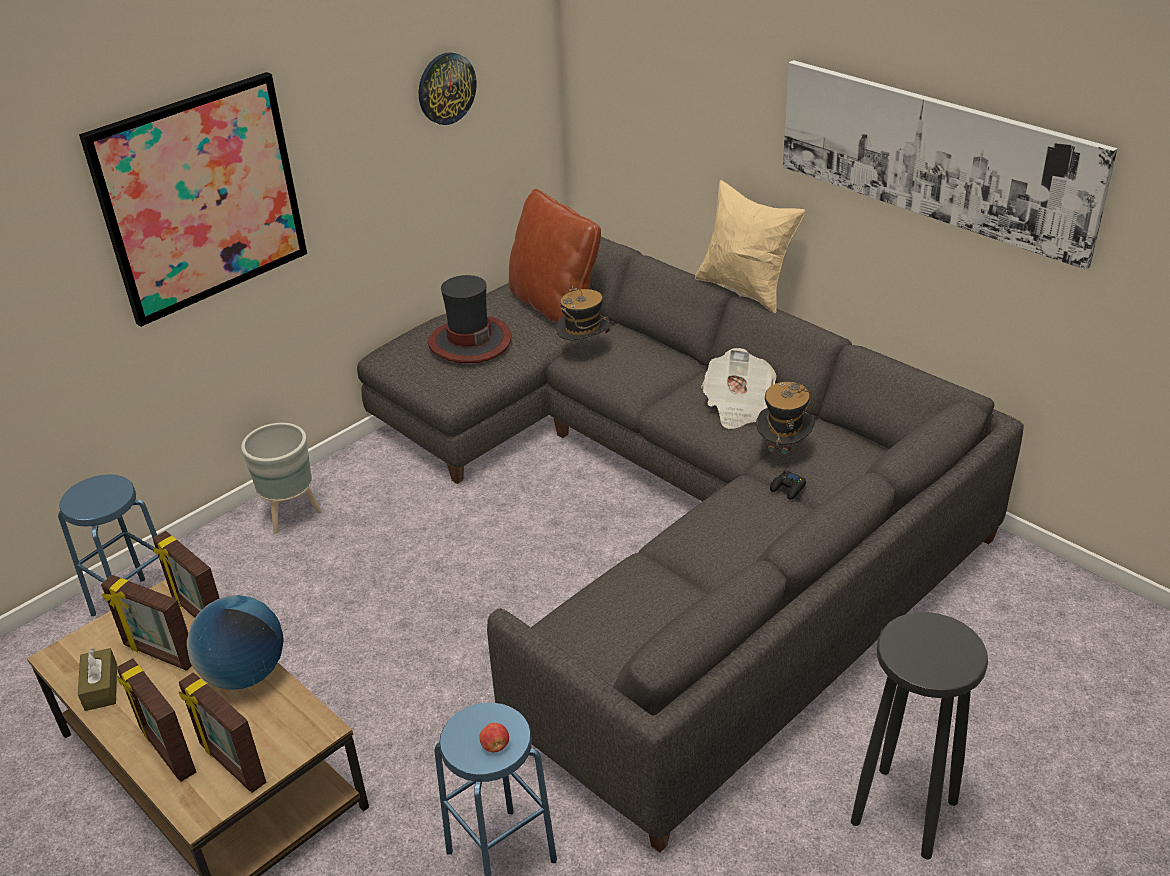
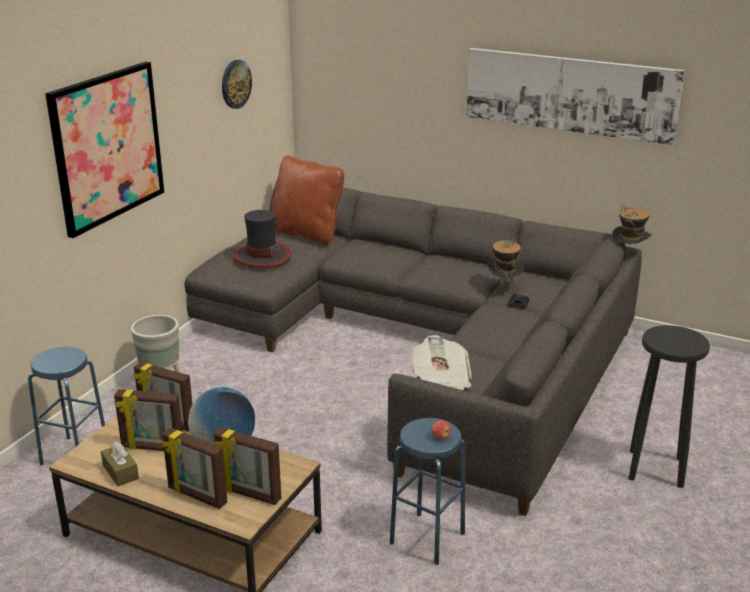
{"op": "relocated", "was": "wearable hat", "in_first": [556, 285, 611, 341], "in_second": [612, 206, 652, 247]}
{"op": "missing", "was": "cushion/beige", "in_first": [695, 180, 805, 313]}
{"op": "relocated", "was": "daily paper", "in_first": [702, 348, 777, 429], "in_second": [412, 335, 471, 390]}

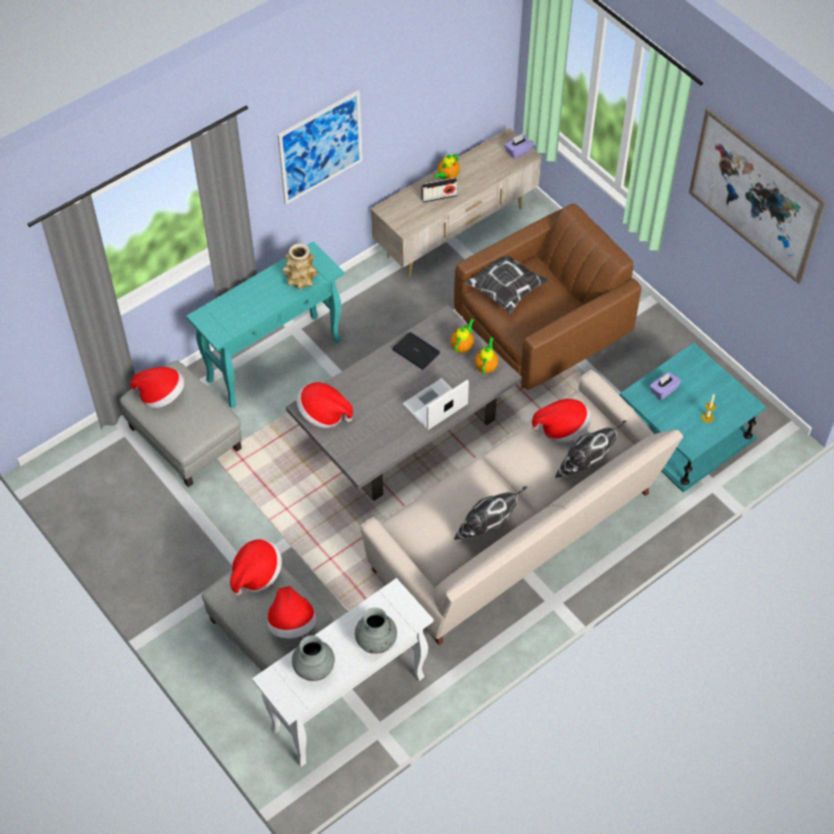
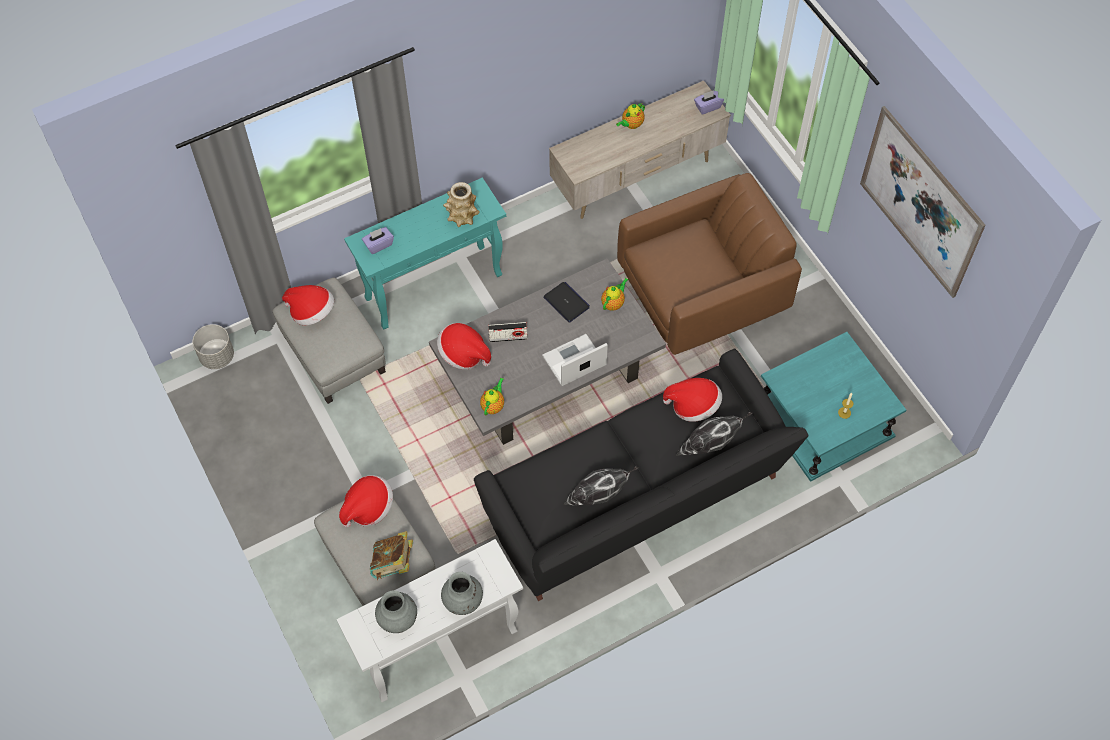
{"op": "exchanged", "was": "wearable hat", "now": "volume", "in_first": [267, 586, 317, 639], "in_second": [370, 531, 413, 580]}
{"op": "missing", "was": "wall picture", "in_first": [278, 90, 363, 205]}
{"op": "colour", "was": "sofa/beige", "now": "sofa/black", "in_first": [360, 370, 683, 645], "in_second": [474, 349, 809, 601]}
{"op": "relocated", "was": "radio", "in_first": [421, 178, 458, 203], "in_second": [488, 322, 528, 342]}
{"op": "missing", "was": "cushion", "in_first": [464, 256, 549, 315]}
{"op": "relocated", "was": "pot for tea", "in_first": [475, 337, 498, 374], "in_second": [480, 377, 504, 415]}
{"op": "relocated", "was": "tissue box/purple", "in_first": [650, 372, 681, 400], "in_second": [362, 227, 394, 254]}
{"op": "appeared", "now": "planter/gray", "in_second": [193, 324, 234, 369]}

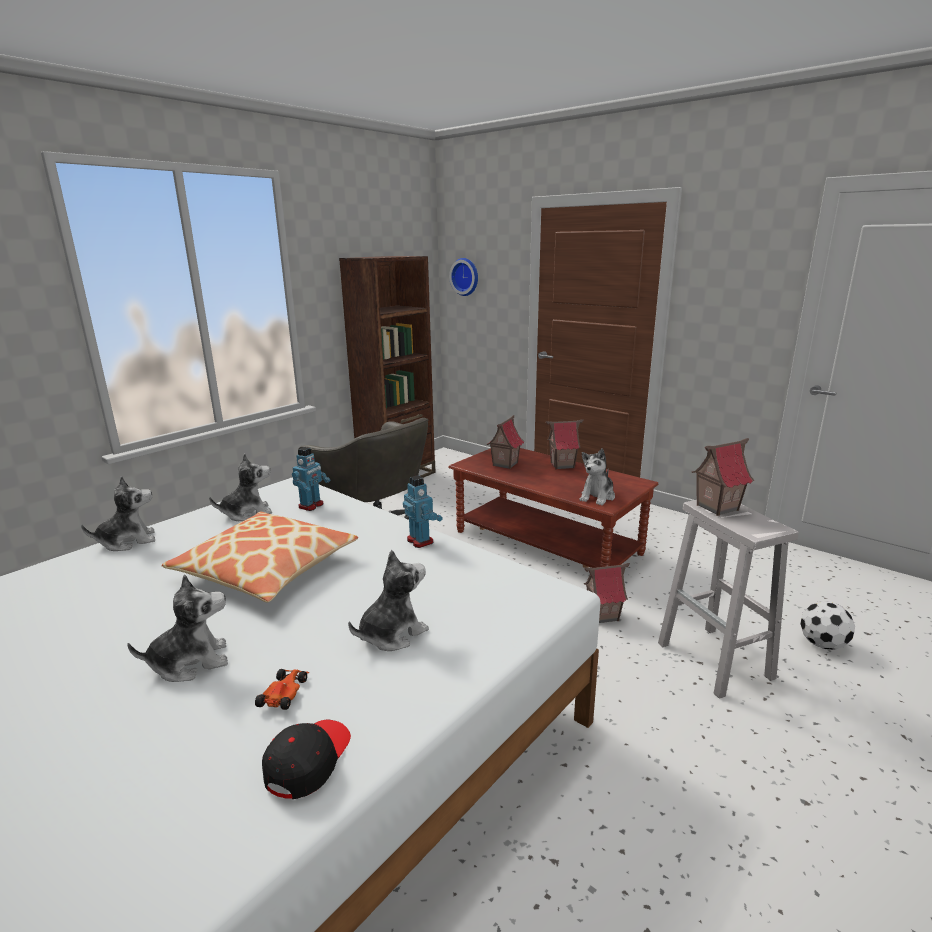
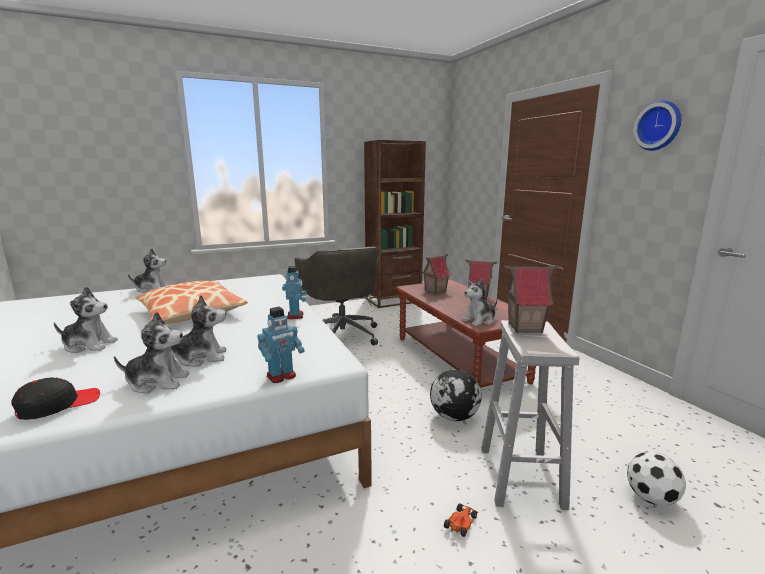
{"op": "relocated", "was": "cuddly toy", "in_first": [209, 453, 272, 521], "in_second": [114, 312, 190, 394]}
{"op": "relocated", "was": "toy car", "in_first": [255, 669, 309, 710], "in_second": [444, 503, 479, 537]}
{"op": "relocated", "was": "toy robot", "in_first": [292, 447, 330, 511], "in_second": [257, 307, 305, 383]}
{"op": "relocated", "was": "hanging clock", "in_first": [449, 258, 478, 296], "in_second": [634, 100, 681, 151]}
{"op": "exchanged", "was": "miniature house", "now": "desk globe", "in_first": [584, 563, 630, 623], "in_second": [430, 370, 482, 421]}

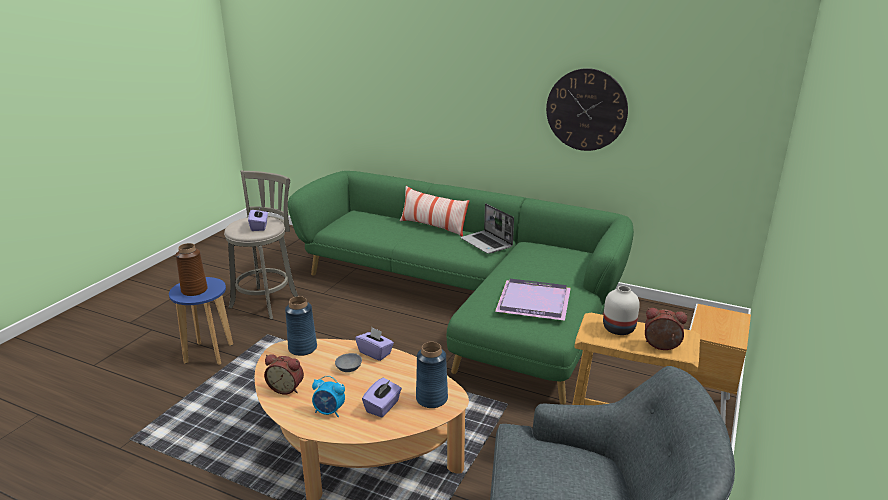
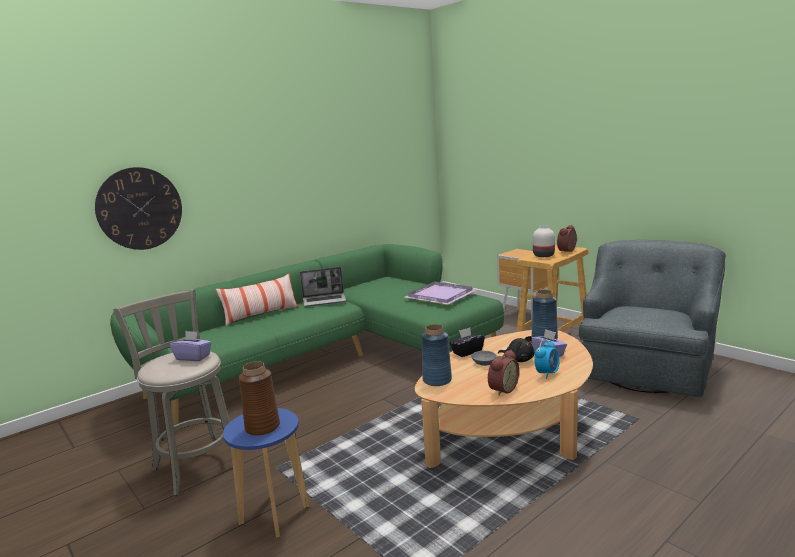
{"op": "colour", "was": "tissue box/purple", "now": "tissue box/black", "in_first": [355, 327, 394, 361], "in_second": [449, 328, 485, 357]}
{"op": "relocated", "was": "hanging clock", "in_first": [546, 68, 628, 151], "in_second": [95, 167, 182, 250]}
{"op": "appeared", "now": "cuddly toy/black", "in_second": [498, 336, 535, 362]}

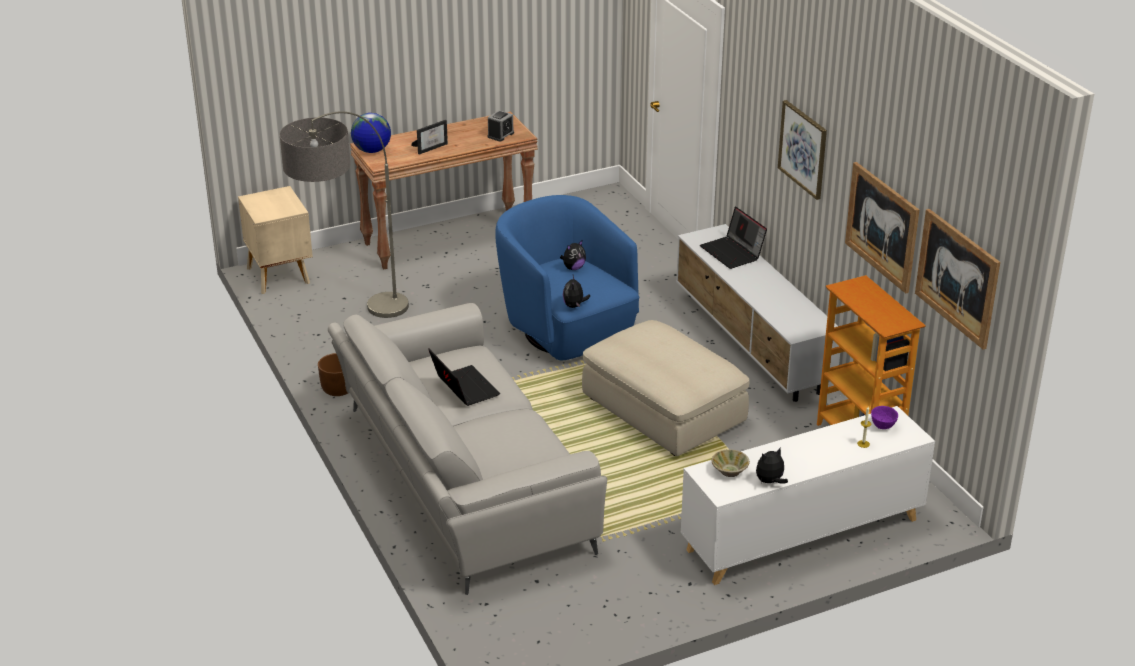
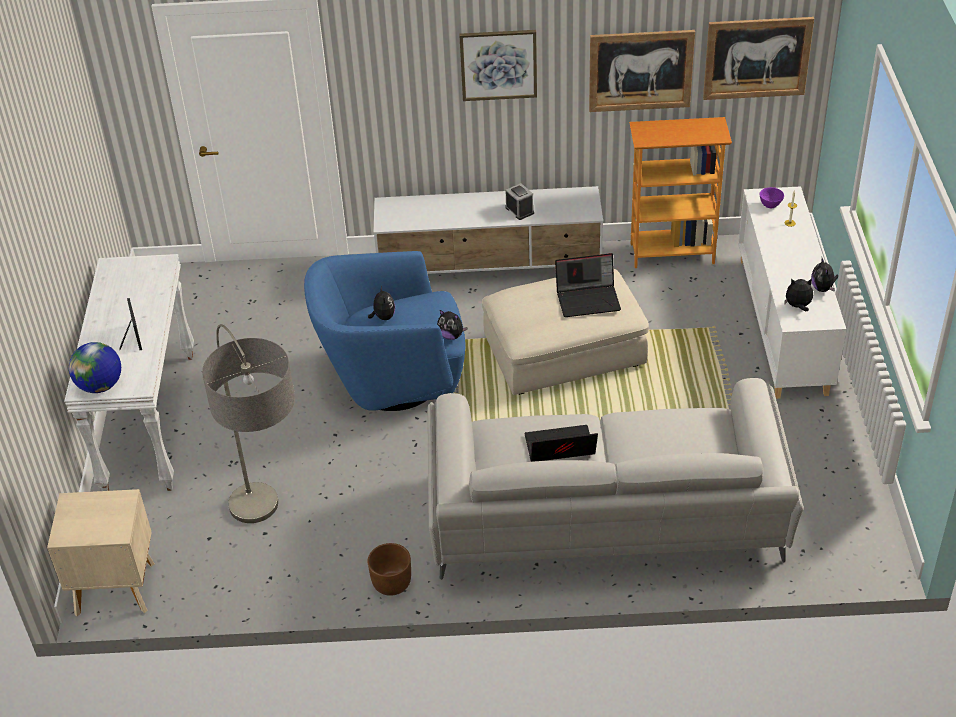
{"op": "colour", "was": "hall table/brownish", "now": "hall table/white", "in_first": [350, 112, 538, 269], "in_second": [64, 254, 194, 491]}
{"op": "relocated", "was": "bedside clock", "in_first": [488, 110, 514, 142], "in_second": [505, 183, 534, 220]}
{"op": "relocated", "was": "notebook computer", "in_first": [700, 206, 767, 269], "in_second": [555, 253, 621, 317]}
{"op": "exchanged", "was": "bowl/beige", "now": "cuddly toy", "in_first": [712, 449, 750, 477], "in_second": [784, 279, 813, 311]}

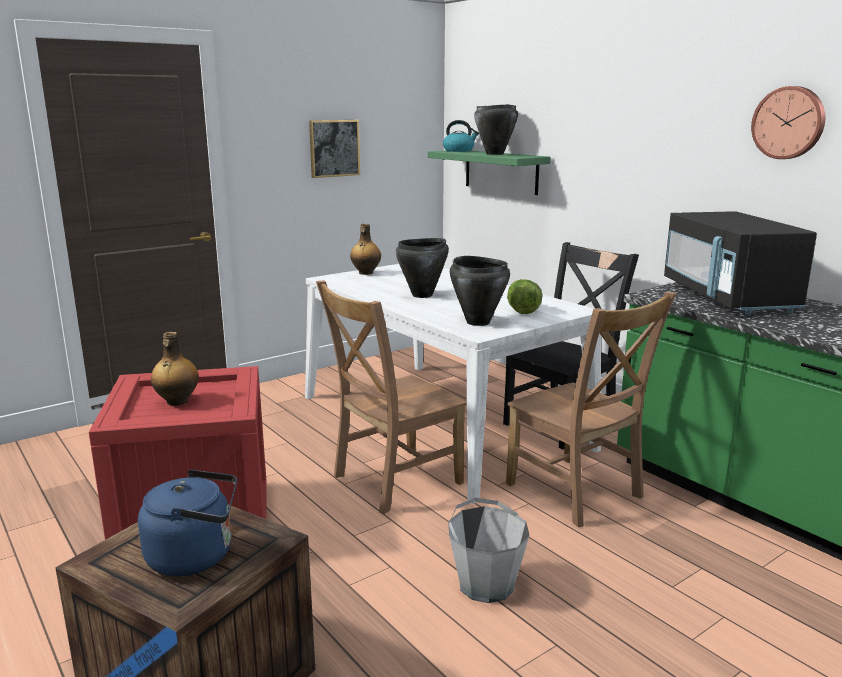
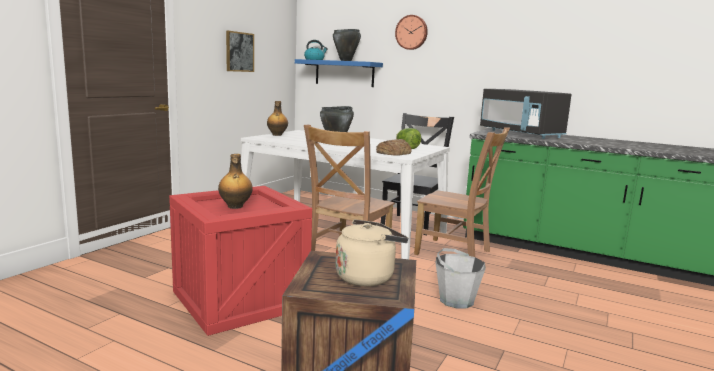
{"op": "colour", "was": "tea kettle/blue", "now": "tea kettle/beige", "in_first": [138, 469, 237, 576], "in_second": [335, 219, 408, 287]}
{"op": "colour", "was": "wall shelf/greenish", "now": "wall shelf/blue", "in_first": [428, 150, 550, 195], "in_second": [295, 59, 383, 87]}
{"op": "exchanged", "was": "cooking pot/black", "now": "bread", "in_first": [450, 256, 510, 326], "in_second": [376, 139, 412, 156]}
{"op": "relocated", "was": "hanging clock", "in_first": [751, 86, 825, 159], "in_second": [395, 15, 428, 50]}

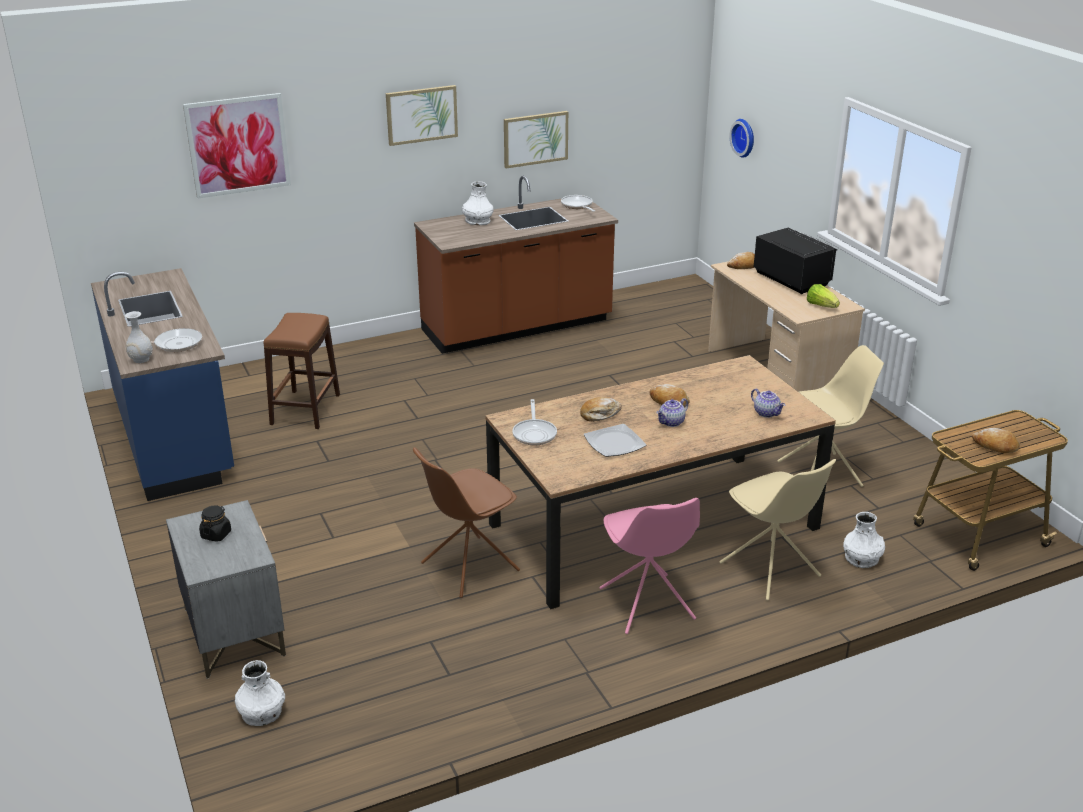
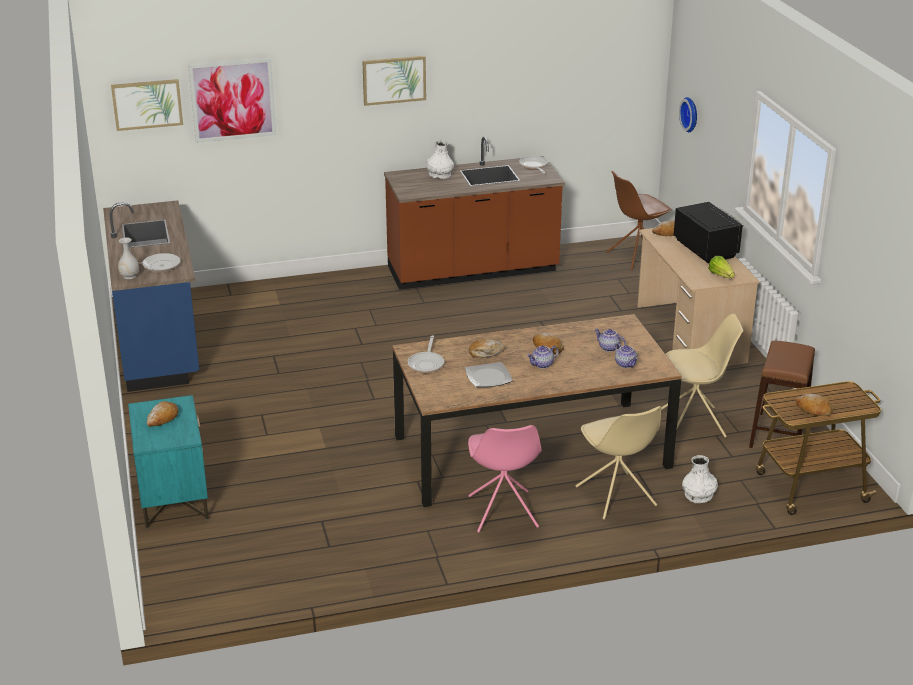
{"op": "colour", "was": "nightstand/gray", "now": "nightstand/blue-green", "in_first": [166, 500, 286, 679], "in_second": [128, 395, 209, 529]}
{"op": "exchanged", "was": "preserve jar/black", "now": "bread", "in_first": [199, 505, 231, 542], "in_second": [147, 401, 178, 427]}
{"op": "missing", "was": "flower vase/white", "in_first": [235, 660, 285, 726]}
{"op": "relocated", "was": "stool/brownish", "in_first": [263, 313, 340, 429], "in_second": [749, 341, 815, 448]}
{"op": "relocated", "was": "upright chair/brownish", "in_first": [413, 447, 520, 598], "in_second": [607, 171, 672, 270]}
{"op": "relocated", "was": "wall picture", "in_first": [504, 111, 568, 169], "in_second": [111, 79, 183, 131]}
{"op": "appeared", "now": "pot for tea", "in_second": [594, 329, 626, 352]}

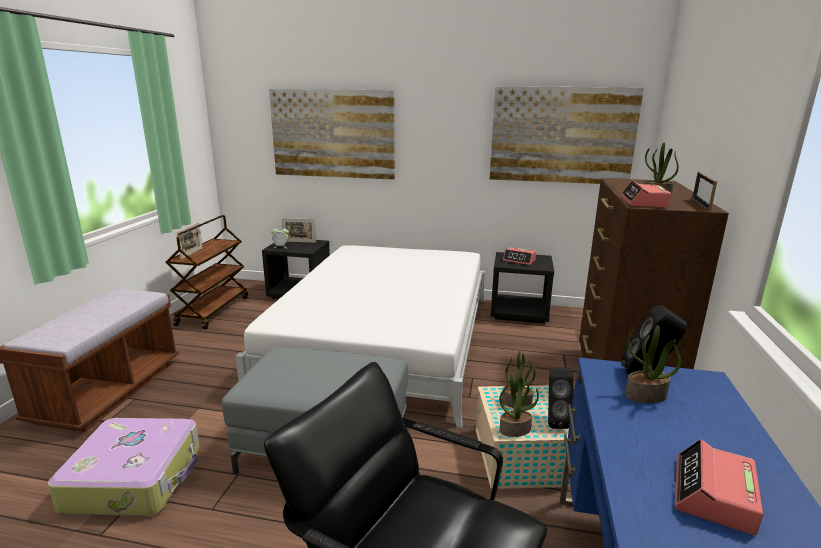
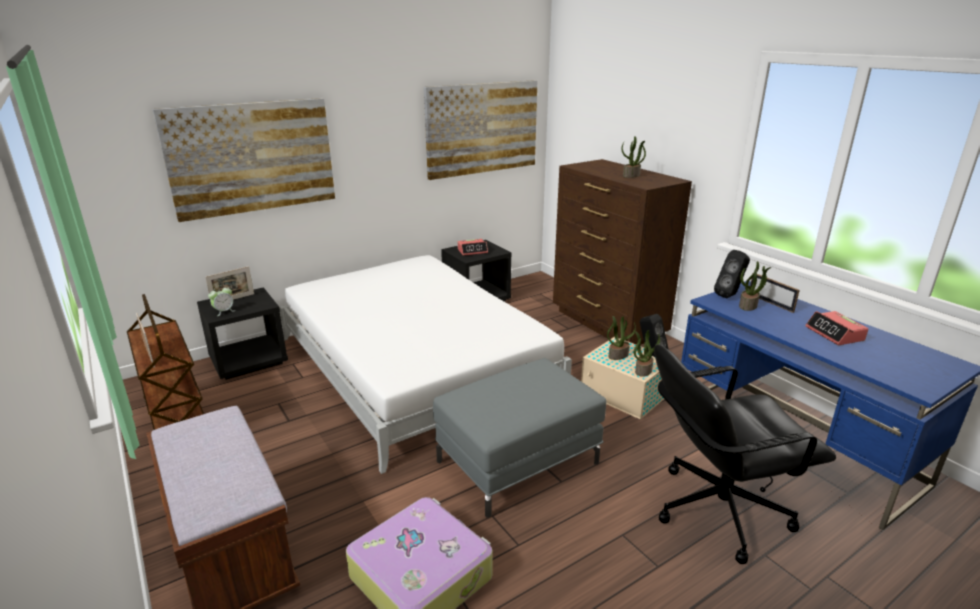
{"op": "missing", "was": "bedside clock", "in_first": [621, 181, 672, 208]}
{"op": "relocated", "was": "photo frame", "in_first": [692, 172, 717, 211], "in_second": [750, 274, 800, 313]}

